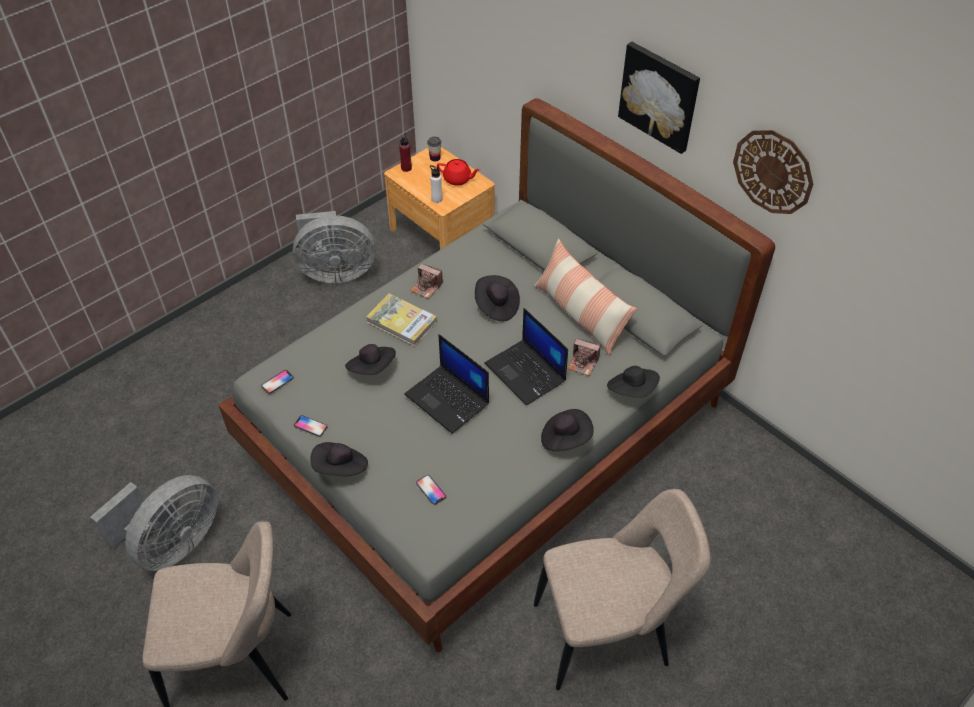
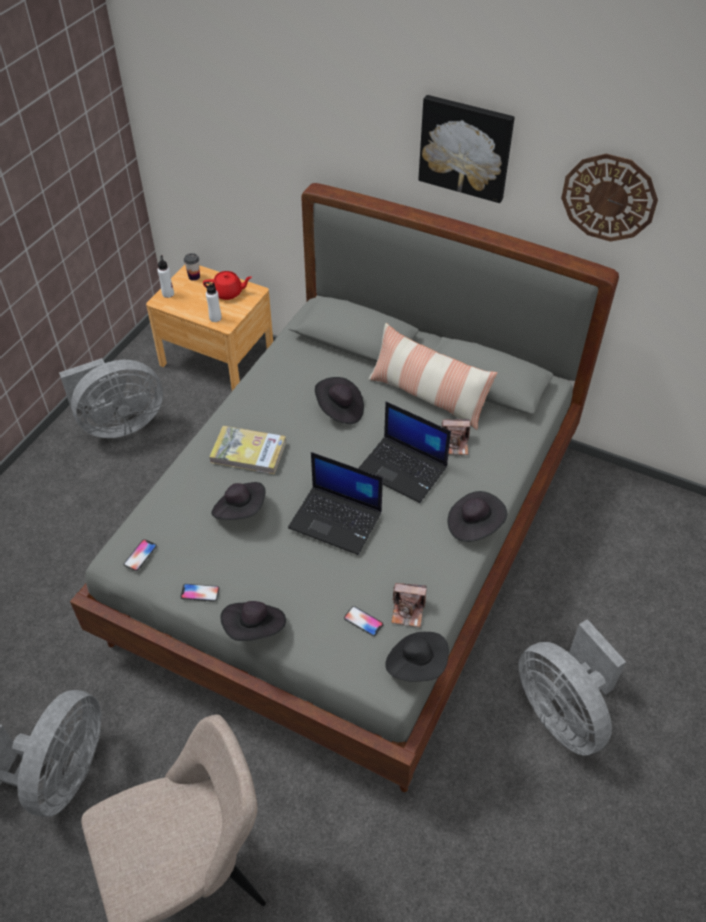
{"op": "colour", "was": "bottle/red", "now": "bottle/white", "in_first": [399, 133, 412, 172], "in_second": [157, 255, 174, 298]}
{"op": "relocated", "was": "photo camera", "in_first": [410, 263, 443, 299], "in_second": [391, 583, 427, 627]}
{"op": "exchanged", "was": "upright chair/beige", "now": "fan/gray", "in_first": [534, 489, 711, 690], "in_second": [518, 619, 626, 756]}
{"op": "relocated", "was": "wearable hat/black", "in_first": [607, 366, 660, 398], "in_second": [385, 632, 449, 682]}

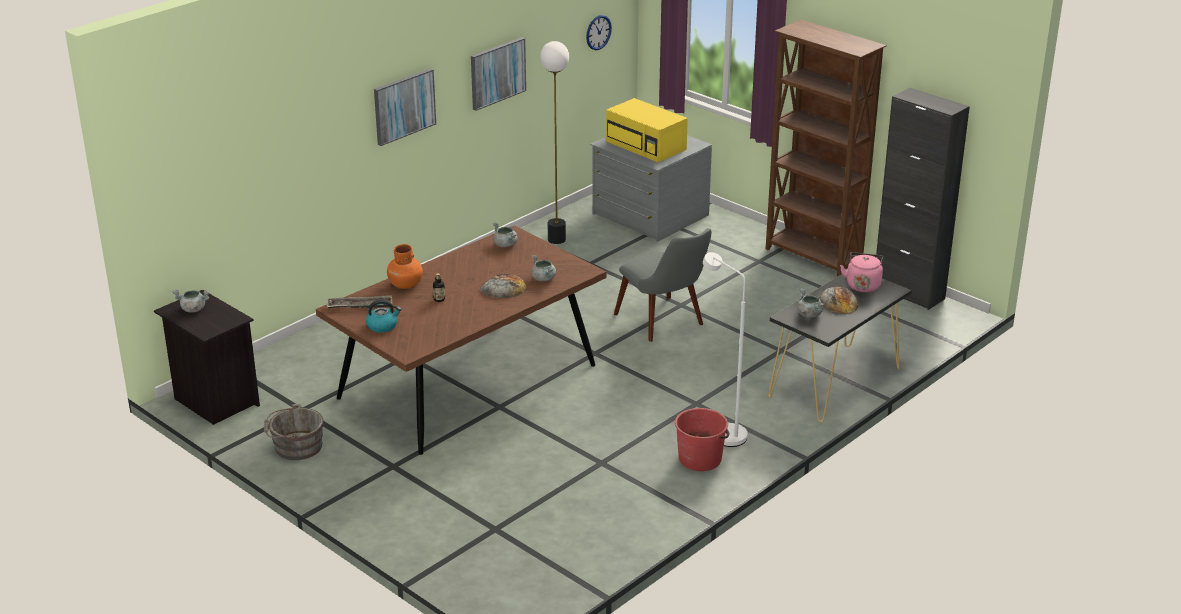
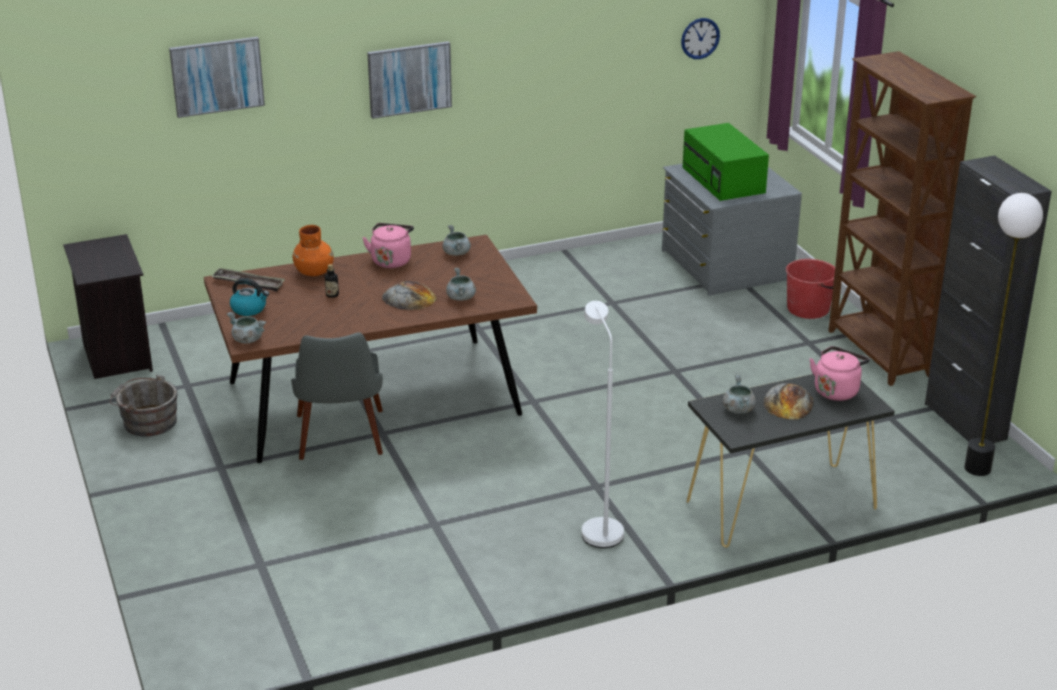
{"op": "relocated", "was": "cooking pot/gray", "in_first": [173, 290, 210, 312], "in_second": [227, 312, 266, 344]}
{"op": "relocated", "was": "wall picture", "in_first": [471, 37, 526, 111], "in_second": [169, 37, 265, 118]}
{"op": "relocated", "was": "standard lamp", "in_first": [540, 41, 569, 244], "in_second": [964, 193, 1043, 476]}
{"op": "colour", "was": "microwave/yellow", "now": "microwave/greenish", "in_first": [606, 98, 688, 162], "in_second": [682, 123, 769, 201]}
{"op": "relocated", "was": "upright chair/gray", "in_first": [614, 228, 712, 342], "in_second": [291, 332, 383, 460]}
{"op": "relocated", "was": "bucket/red", "in_first": [675, 408, 729, 471], "in_second": [786, 259, 835, 319]}
{"op": "appeared", "now": "tea kettle/pinkish", "in_second": [362, 223, 414, 268]}

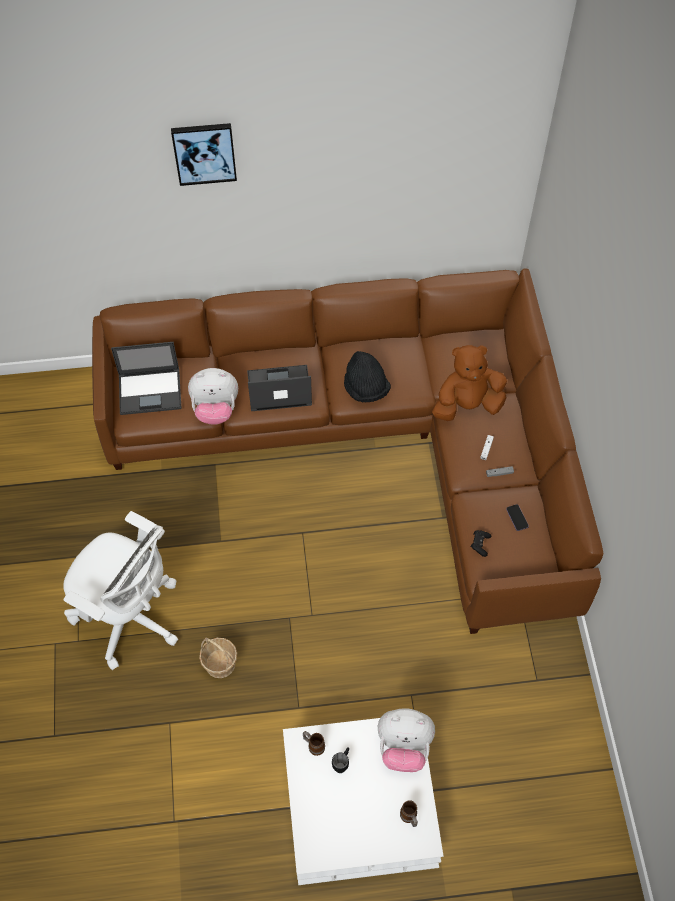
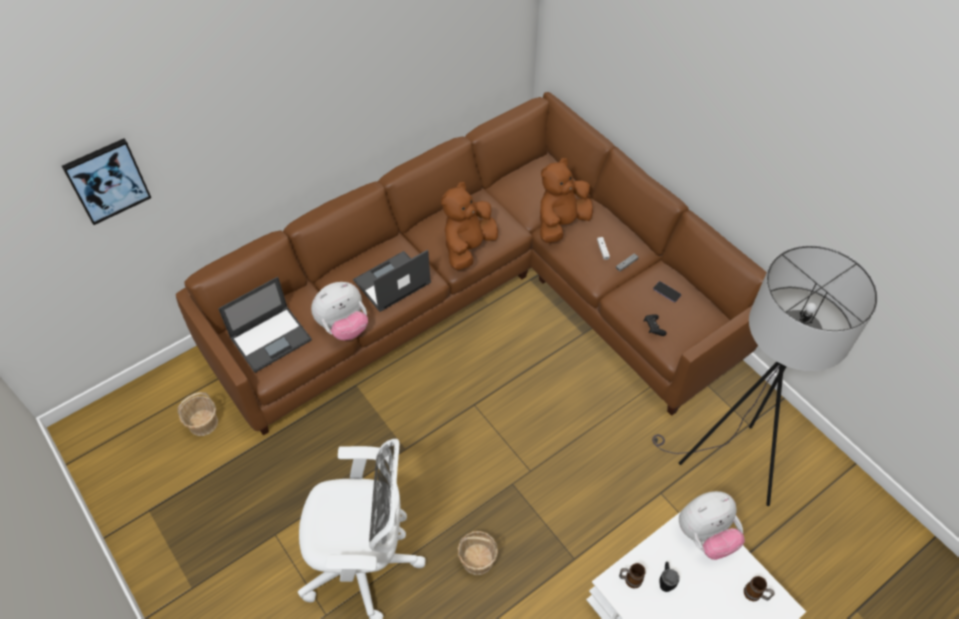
{"op": "relocated", "was": "wall picture", "in_first": [171, 123, 237, 186], "in_second": [62, 139, 151, 225]}
{"op": "exchanged", "was": "wearable hat/black", "now": "cuddly toy/brownish", "in_first": [344, 351, 391, 402], "in_second": [441, 182, 498, 270]}
{"op": "appeared", "now": "storage basket", "in_second": [178, 392, 218, 436]}
{"op": "appeared", "now": "standard lamp/gray", "in_second": [652, 245, 878, 506]}

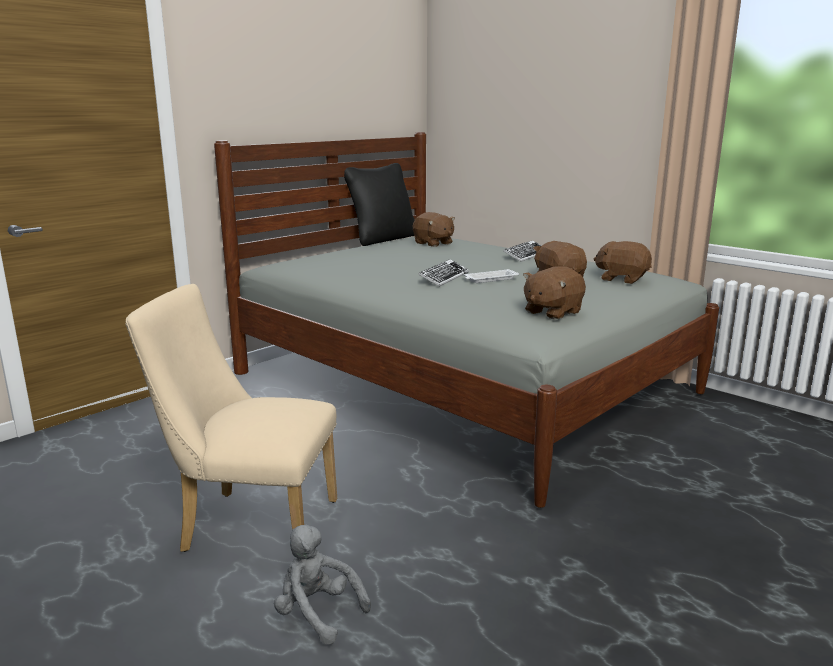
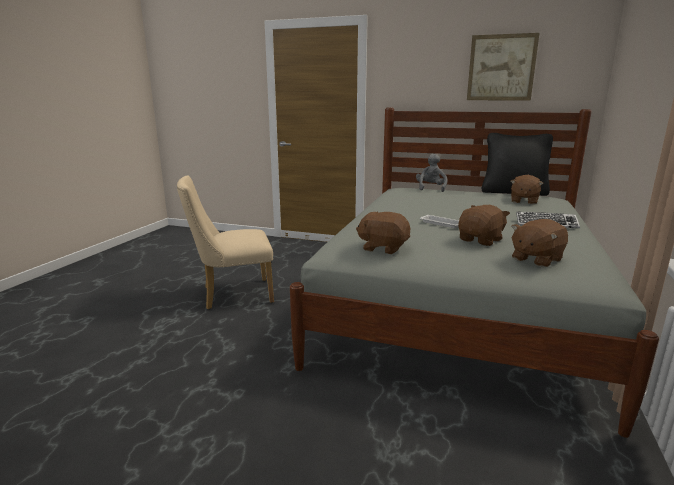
{"op": "spun", "was": "upright chair/beige", "in_first": [125, 284, 337, 552], "in_second": [177, 176, 274, 309], "clockwise": -90}
{"op": "relocated", "was": "cuddly toy/gray", "in_first": [274, 525, 371, 645], "in_second": [416, 153, 447, 192]}
{"op": "missing", "was": "keyboard", "in_first": [418, 259, 469, 287]}
{"op": "spun", "was": "cuddly toy/brownish", "in_first": [594, 241, 652, 284], "in_second": [511, 219, 568, 267], "clockwise": -135}
{"op": "appeared", "now": "wall picture", "in_second": [467, 33, 539, 100]}

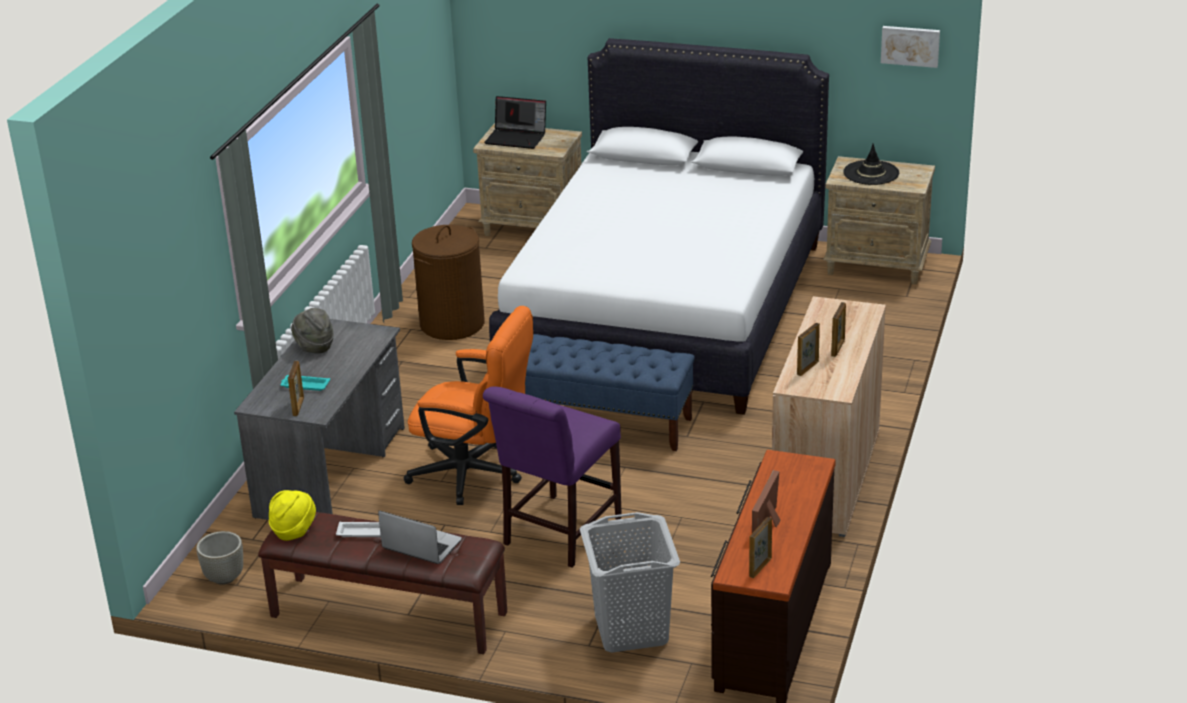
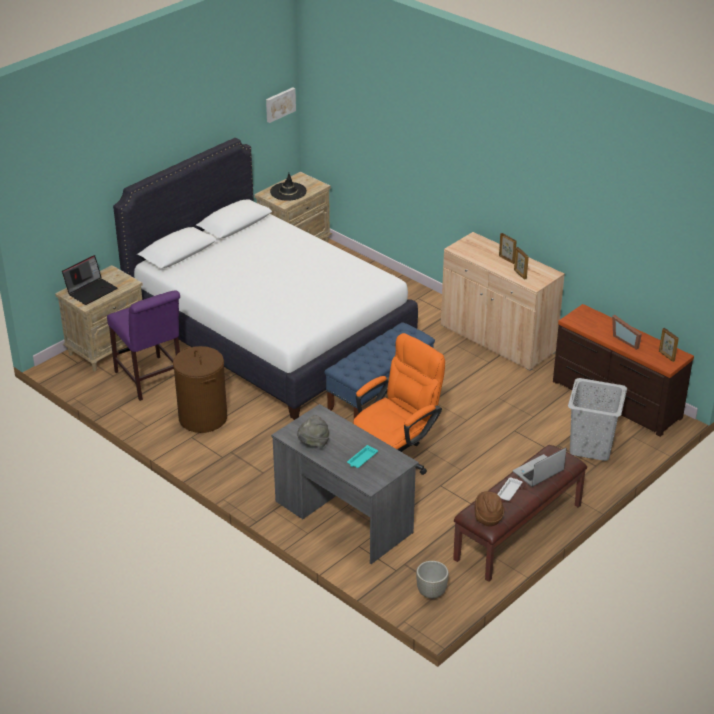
{"op": "colour", "was": "wearable hat/yellow", "now": "wearable hat/brownish", "in_first": [269, 490, 316, 541], "in_second": [475, 491, 505, 527]}
{"op": "missing", "was": "photo frame", "in_first": [288, 361, 304, 416]}
{"op": "relocated", "was": "upright chair/purple", "in_first": [483, 387, 622, 568], "in_second": [107, 290, 180, 401]}

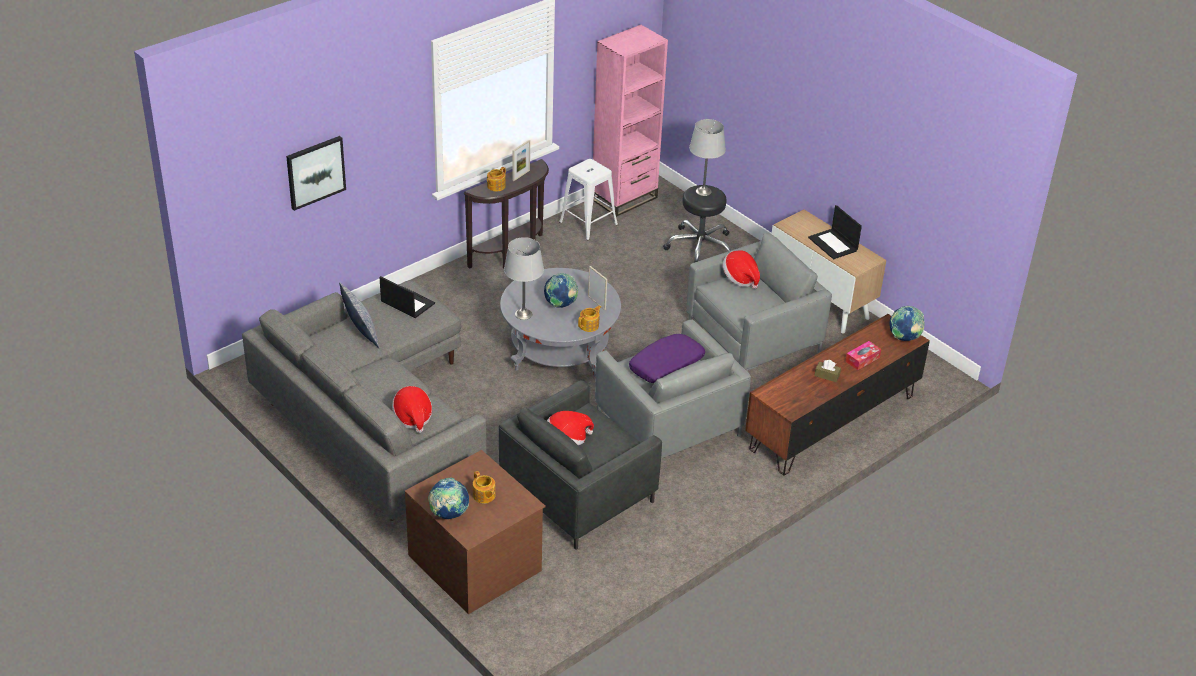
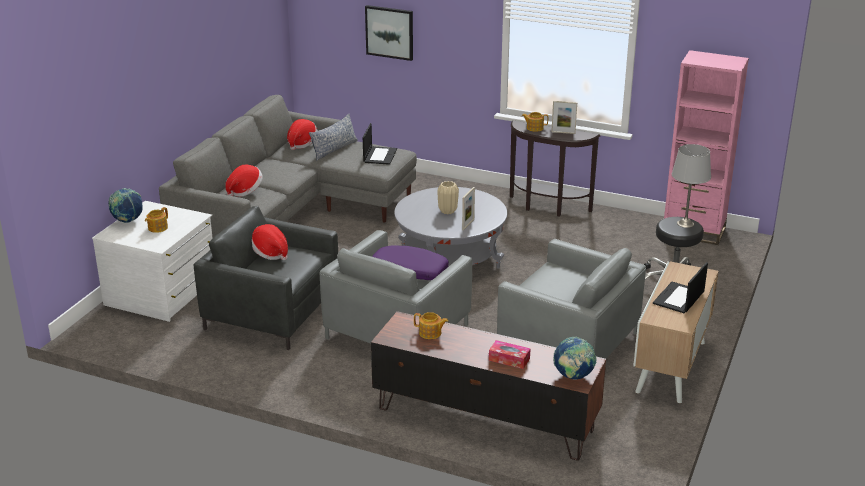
{"op": "colour", "was": "drawer chest/brownish", "now": "drawer chest/white", "in_first": [405, 450, 546, 614], "in_second": [92, 201, 213, 322]}
{"op": "missing", "was": "tabletop lamp/gray", "in_first": [504, 237, 544, 320]}
{"op": "exchanged", "was": "desk globe", "now": "flower vase/beige", "in_first": [544, 273, 578, 308], "in_second": [437, 181, 459, 214]}
{"op": "missing", "was": "stool/white", "in_first": [559, 159, 618, 240]}
{"op": "relocated", "was": "pot for tea", "in_first": [578, 306, 601, 332], "in_second": [414, 312, 448, 339]}
{"op": "relocated", "was": "wearable hat", "in_first": [723, 250, 760, 289], "in_second": [287, 119, 318, 150]}
{"op": "missing", "was": "tissue box/brownish", "in_first": [814, 360, 841, 382]}

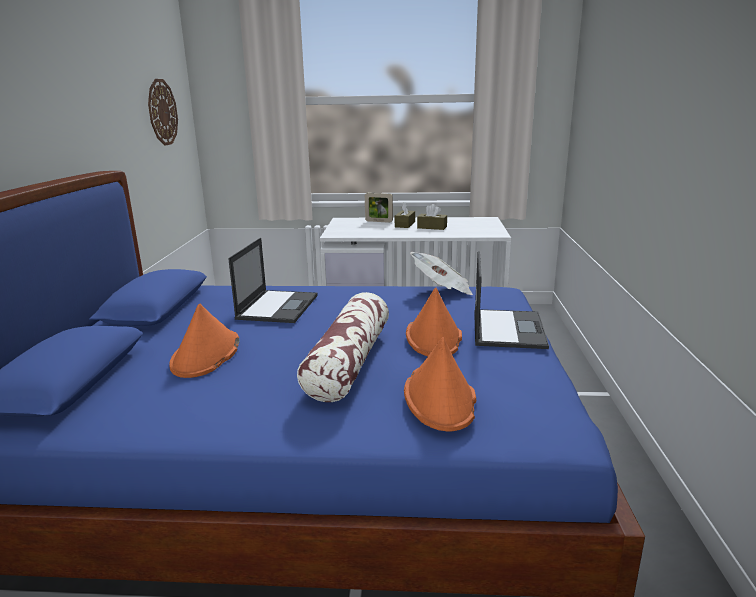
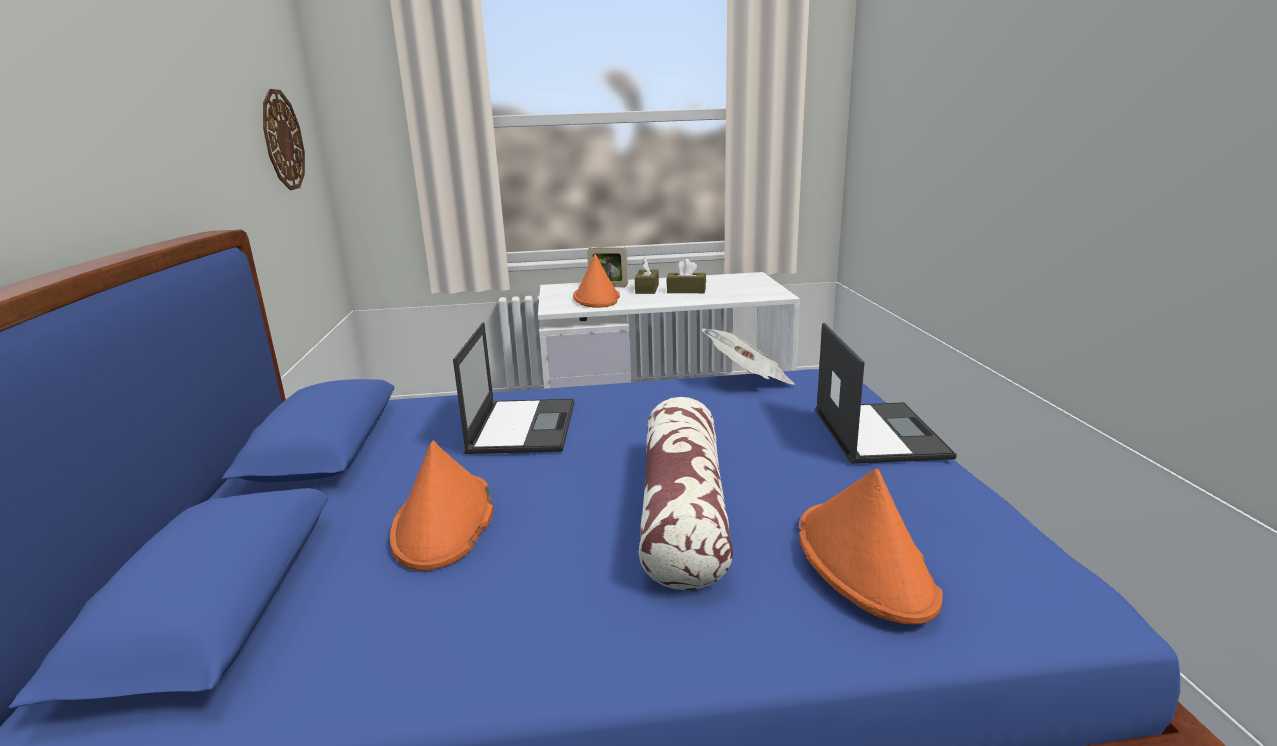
{"op": "relocated", "was": "wearable hat/orange-coloured", "in_first": [406, 288, 462, 356], "in_second": [573, 254, 620, 308]}

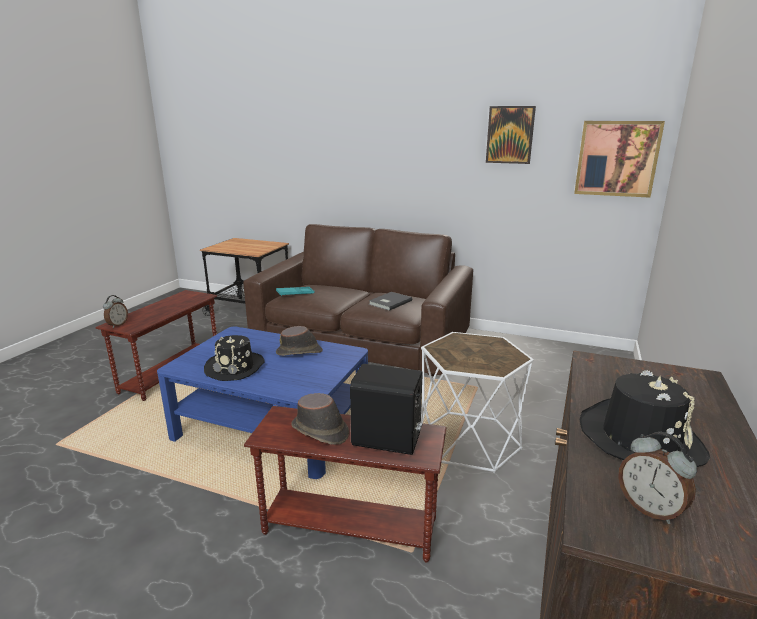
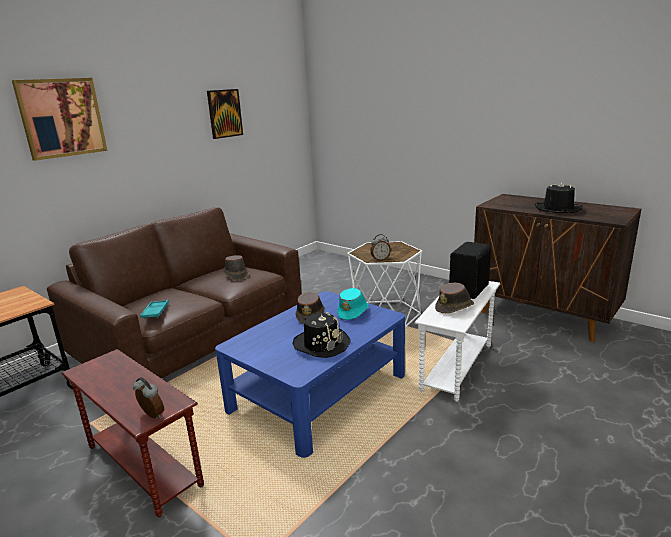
{"op": "colour", "was": "accent table/brownish", "now": "accent table/white", "in_first": [244, 406, 446, 563], "in_second": [414, 281, 500, 402]}
{"op": "exchanged", "was": "volume/gray", "now": "wearable hat/brownish", "in_first": [369, 292, 412, 311], "in_second": [223, 255, 248, 281]}
{"op": "relocated", "was": "wall picture", "in_first": [574, 121, 665, 198], "in_second": [12, 78, 108, 161]}
{"op": "relocated", "was": "bedside clock", "in_first": [618, 432, 697, 524], "in_second": [370, 234, 391, 261]}
{"op": "appeared", "now": "wearable hat/blue-green", "in_second": [337, 288, 369, 320]}

